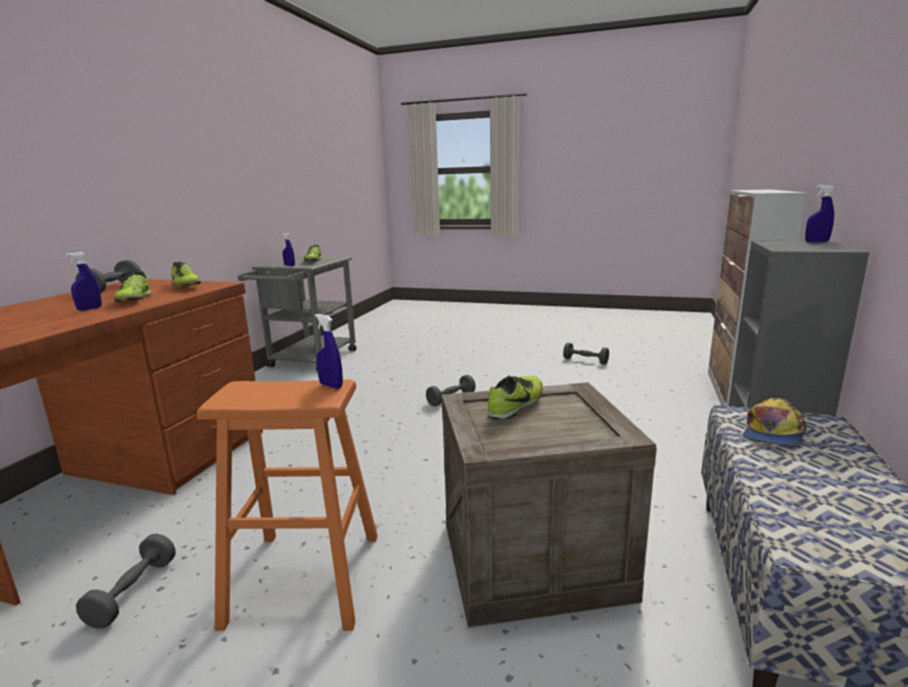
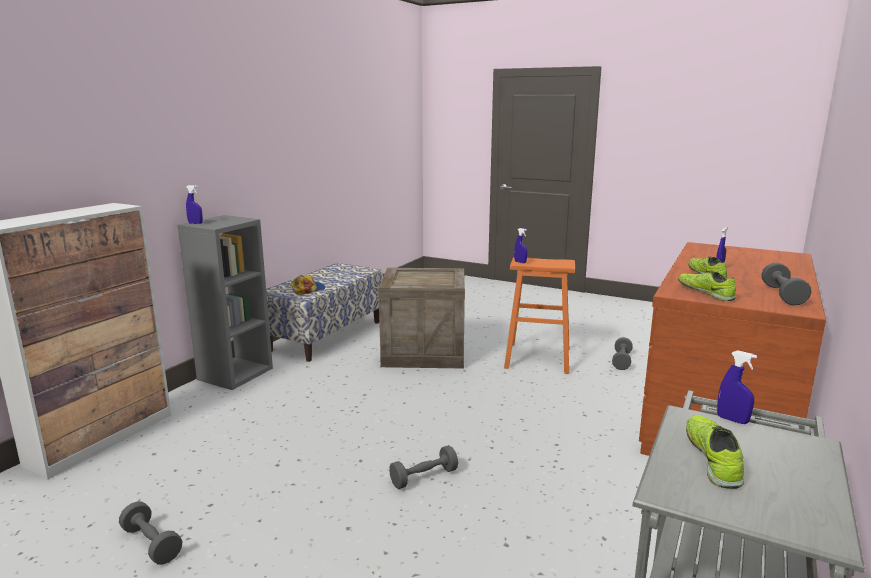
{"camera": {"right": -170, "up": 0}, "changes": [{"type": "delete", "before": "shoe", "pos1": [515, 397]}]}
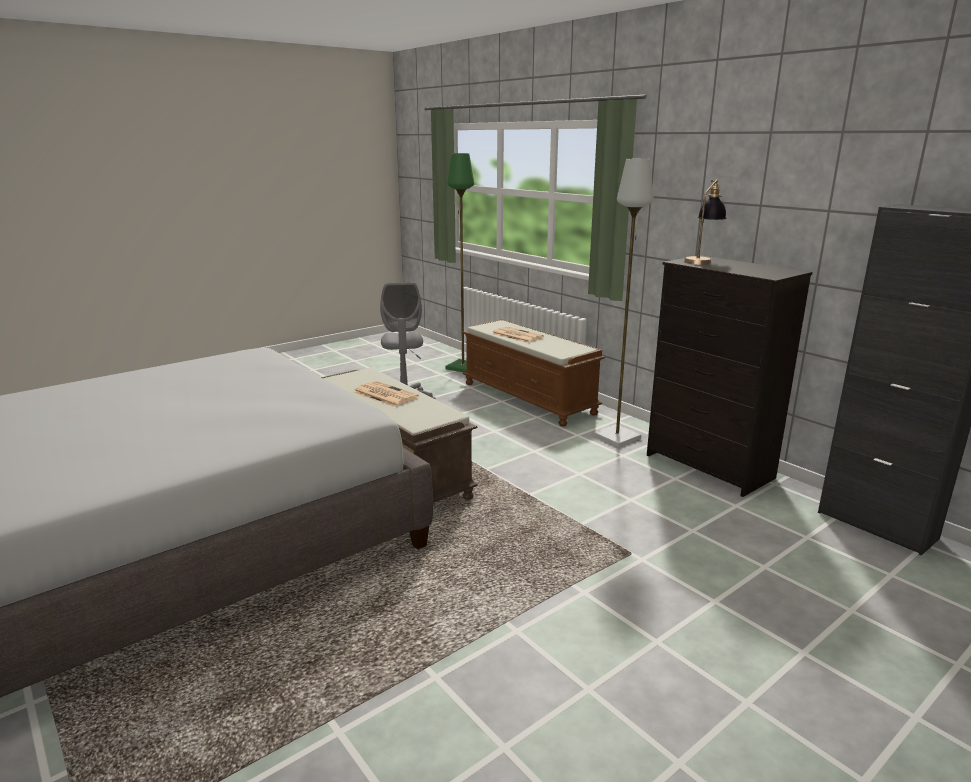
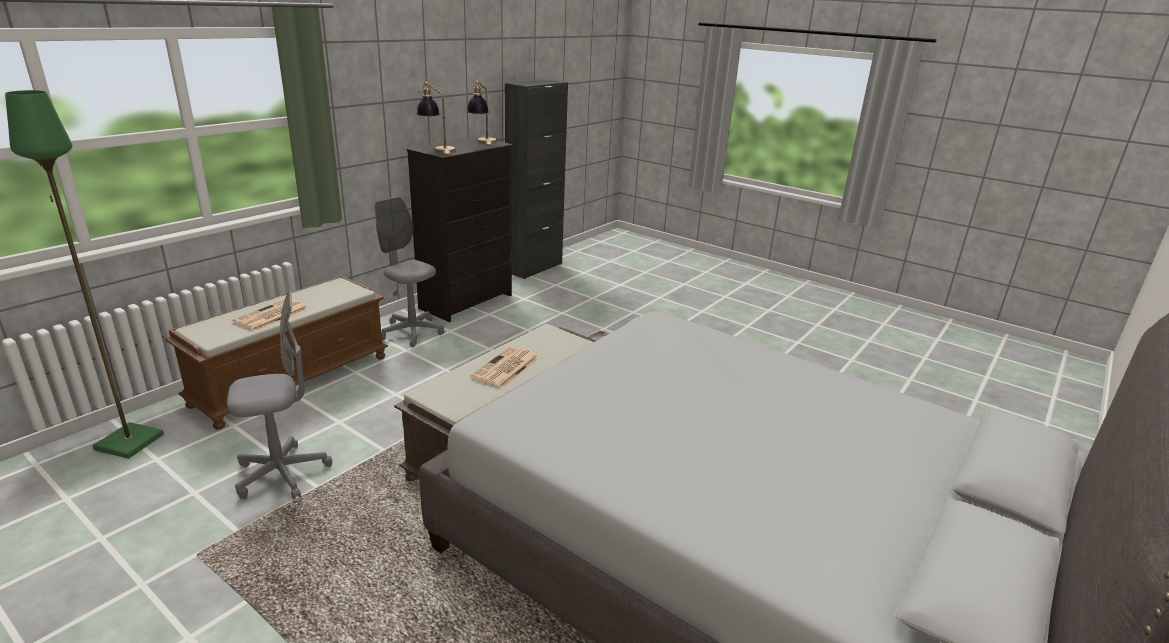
{"camera": {"right": -105, "up": 5}, "changes": [{"type": "replace", "before": "grey_floor_lamp", "after": "grey_office_chair", "pos1": [623, 303], "pos2": [409, 272]}, {"type": "insert", "after": "table_lamp", "pos2": [482, 112]}]}
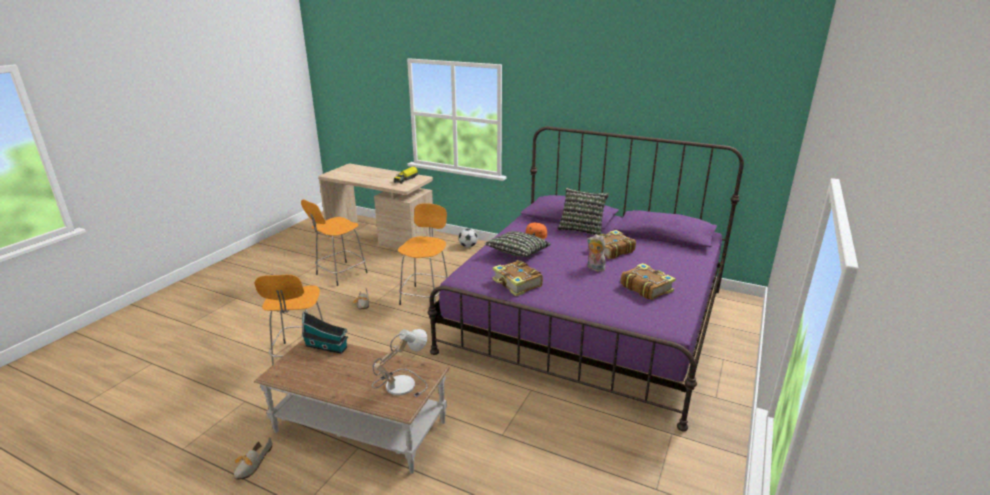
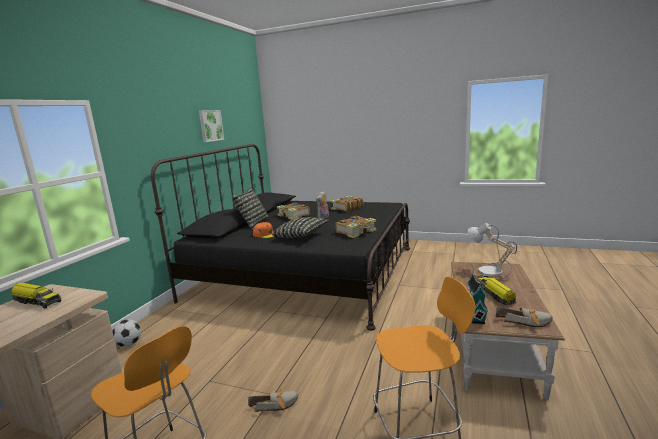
{"camera": {"right": -95, "up": -10}, "changes": [{"type": "recolor", "before": "purple_bed", "after": "black_bed", "pos1": [586, 278], "pos2": [280, 237]}, {"type": "delete", "before": "orange_stool", "pos1": [423, 254]}, {"type": "move", "before": "shoe", "pos1": [253, 458], "pos2": [524, 316]}, {"type": "insert", "after": "picture", "pos2": [211, 126]}, {"type": "insert", "after": "toy_truck", "pos2": [497, 291]}]}
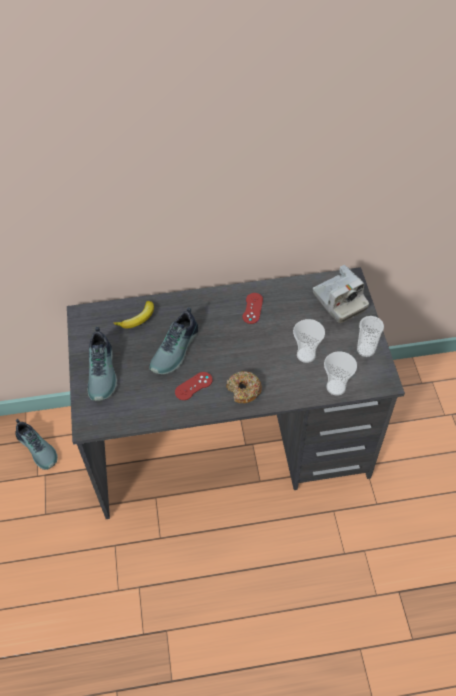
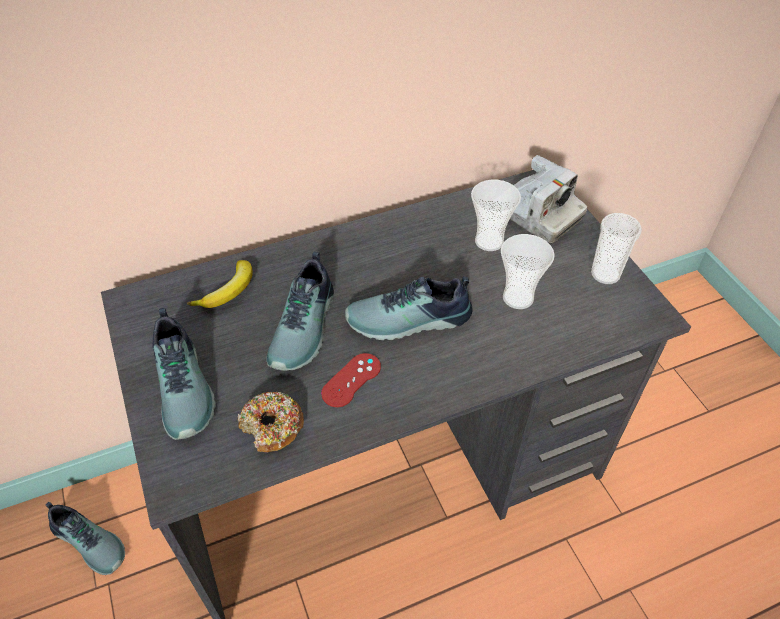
{"camera": {"right": -15, "up": -5}, "changes": [{"type": "delete", "before": "red_game_controller", "pos1": [253, 308]}, {"type": "move", "before": "cup", "pos1": [340, 373], "pos2": [496, 215]}, {"type": "move", "before": "donut", "pos1": [244, 387], "pos2": [271, 422]}, {"type": "insert", "after": "shoe", "pos2": [409, 308]}]}
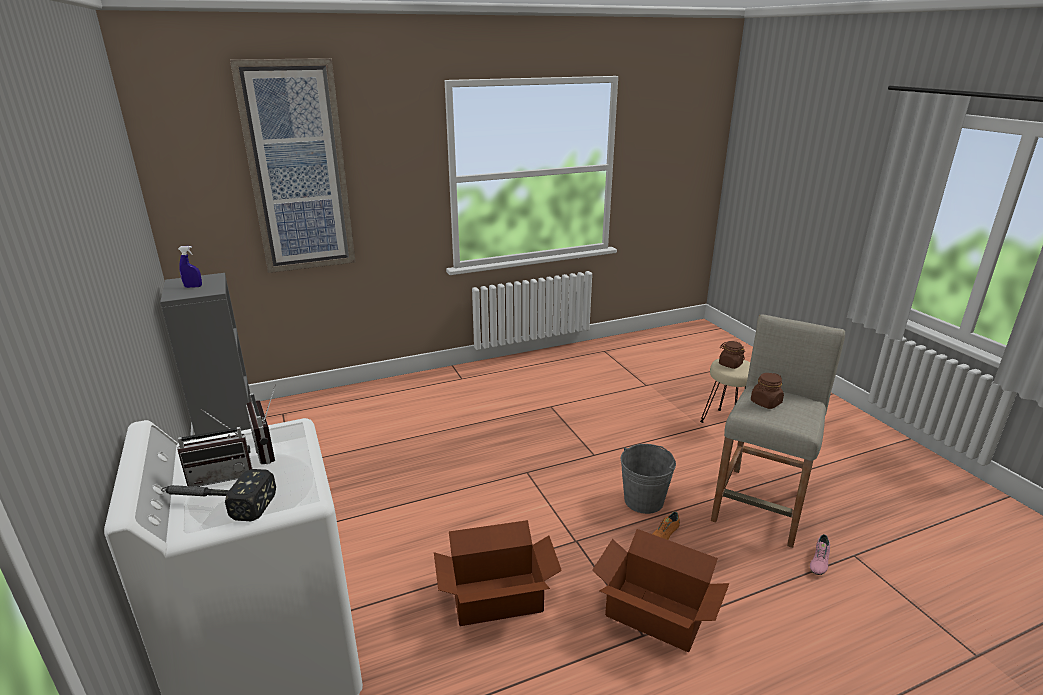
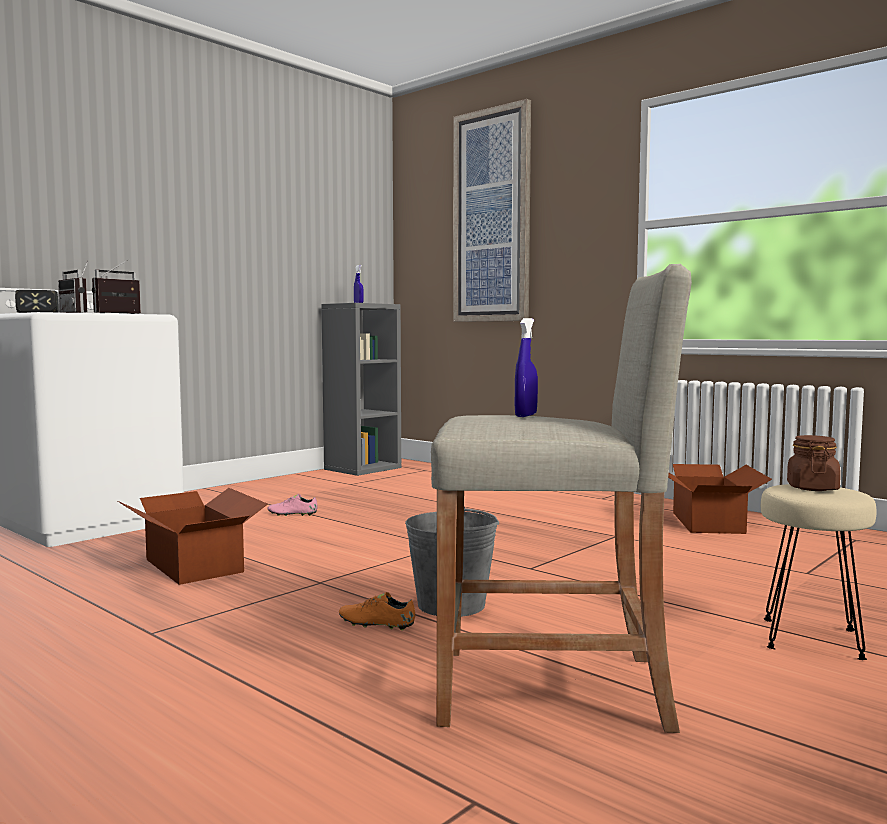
{"camera": {"right": 65, "up": -20}, "changes": [{"type": "replace", "before": "brown_jar", "after": "blue_spray_bottle", "pos1": [767, 391], "pos2": [526, 367]}, {"type": "move", "before": "cardboard_box", "pos1": [661, 590], "pos2": [720, 499]}, {"type": "move", "before": "pink_shoe", "pos1": [820, 554], "pos2": [293, 505]}]}
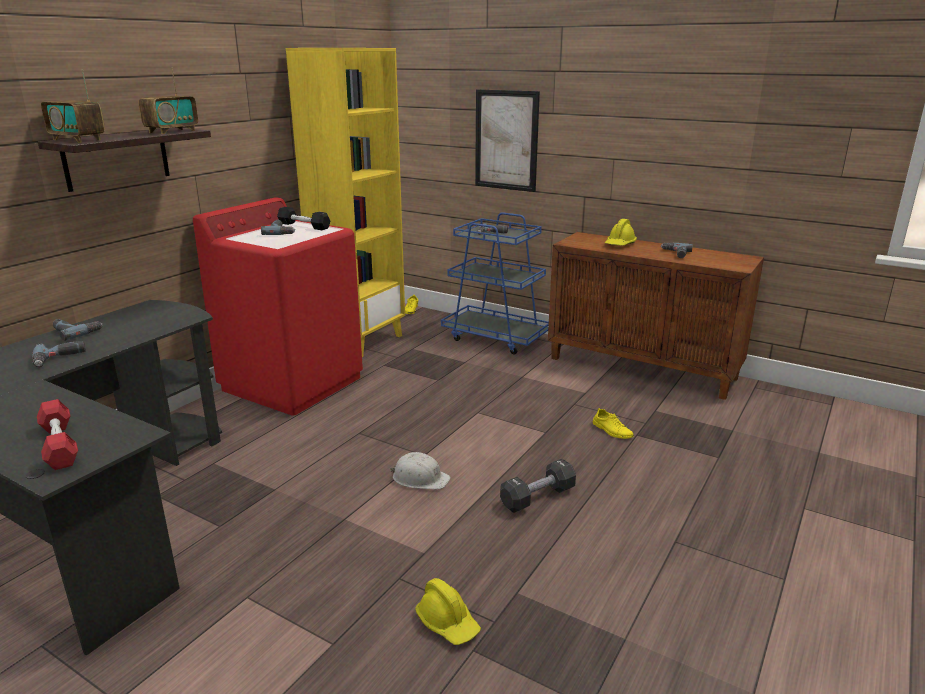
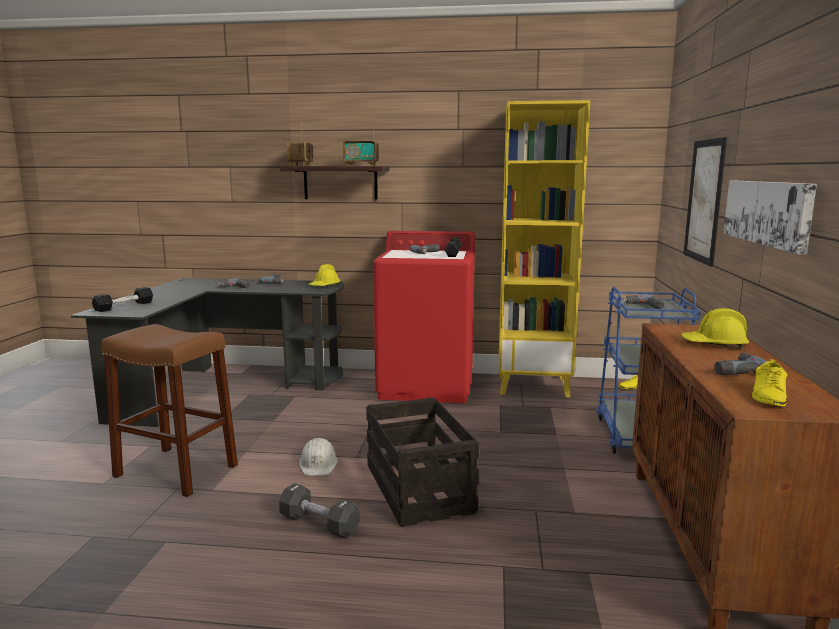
{"camera": {"right": 65, "up": -10}, "changes": [{"type": "recolor", "before": "red_dumbbell", "after": "black_dumbbell", "pos1": [57, 434], "pos2": [122, 299]}, {"type": "move", "before": "yellow_shoe", "pos1": [613, 423], "pos2": [769, 382]}, {"type": "move", "before": "yellow_hard_hat", "pos1": [448, 611], "pos2": [324, 275]}, {"type": "insert", "after": "picture", "pos2": [770, 217]}, {"type": "insert", "after": "brown_stool", "pos2": [169, 410]}, {"type": "insert", "after": "crate", "pos2": [423, 462]}]}
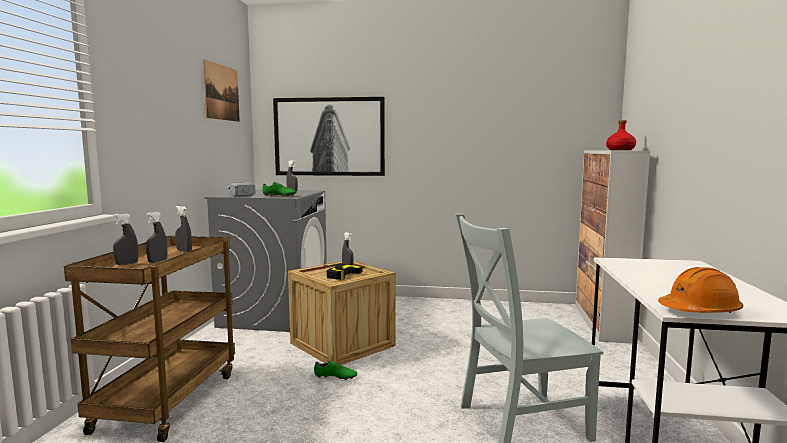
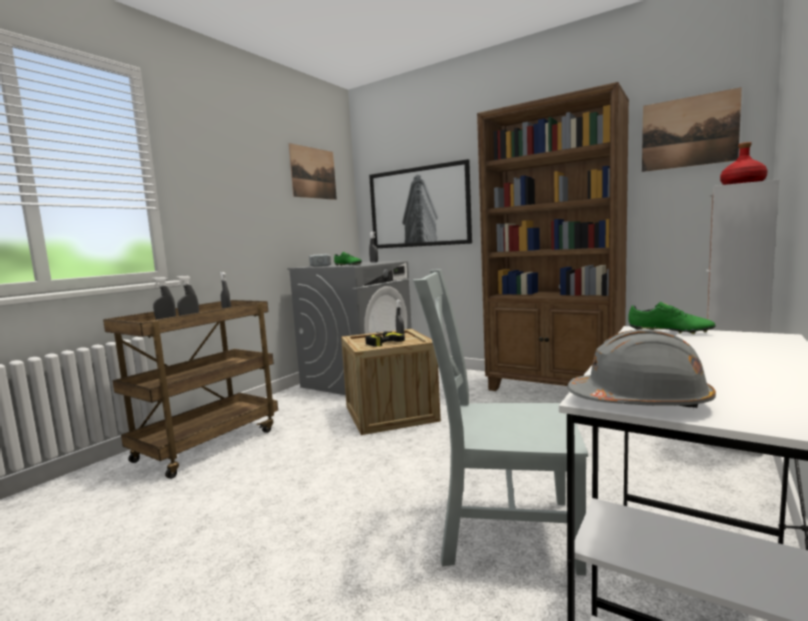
{"camera": {"right": 25, "up": 0}, "changes": [{"type": "recolor", "before": "orange_hard_hat", "after": "grey_hard_hat", "pos1": [700, 290], "pos2": [641, 369]}, {"type": "move", "before": "green_shoe", "pos1": [335, 370], "pos2": [671, 318]}, {"type": "insert", "after": "brown_bookcase", "pos2": [553, 236]}, {"type": "insert", "after": "picture", "pos2": [692, 129]}]}
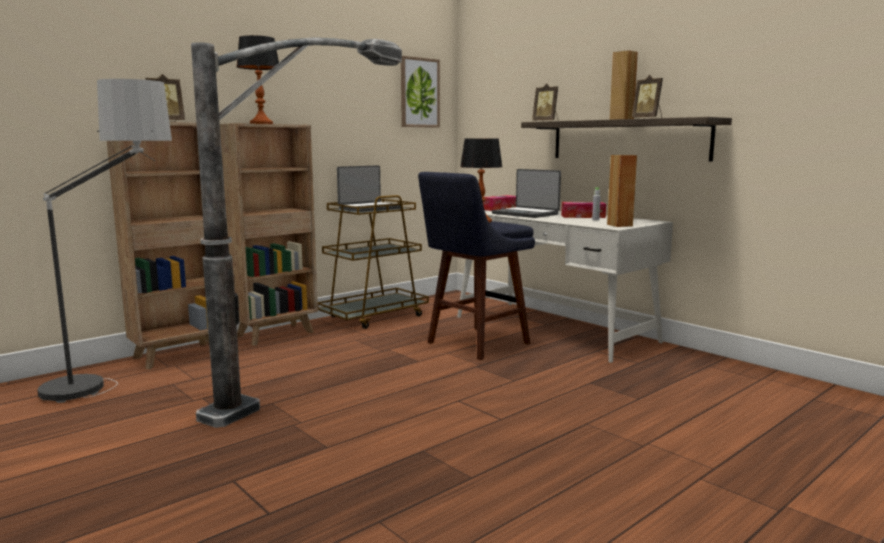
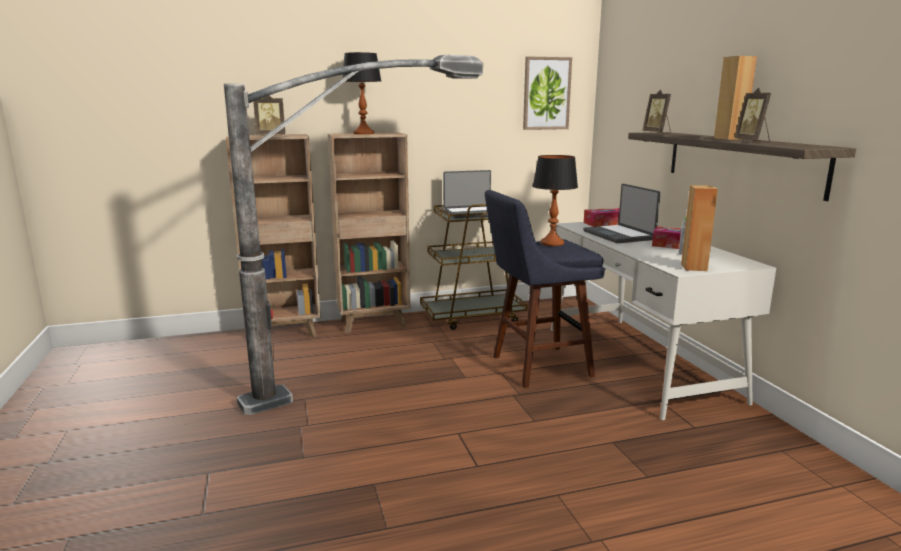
{"camera": {"right": 25, "up": 5}, "changes": [{"type": "delete", "before": "floor_lamp", "pos1": [105, 241]}]}
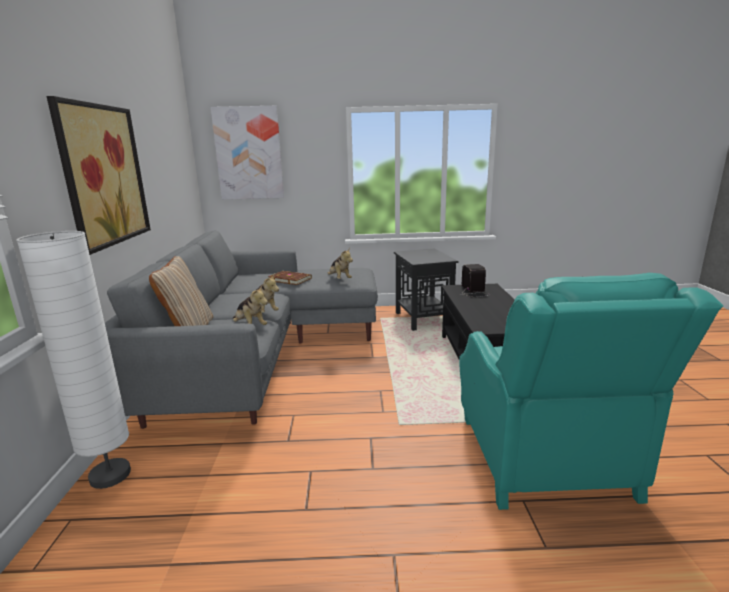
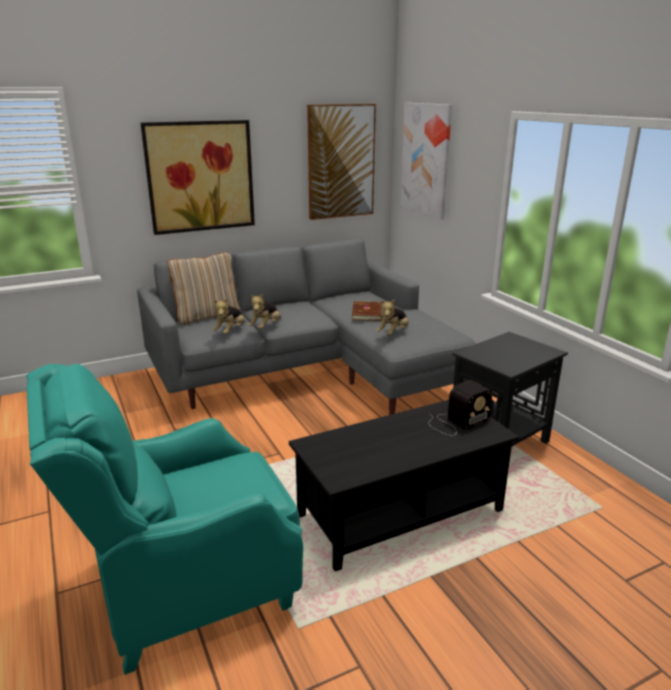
{"camera": {"right": 65, "up": 5}, "changes": [{"type": "delete", "before": "white_floor_lamp", "pos1": [73, 360]}, {"type": "insert", "after": "picture", "pos2": [341, 162]}]}
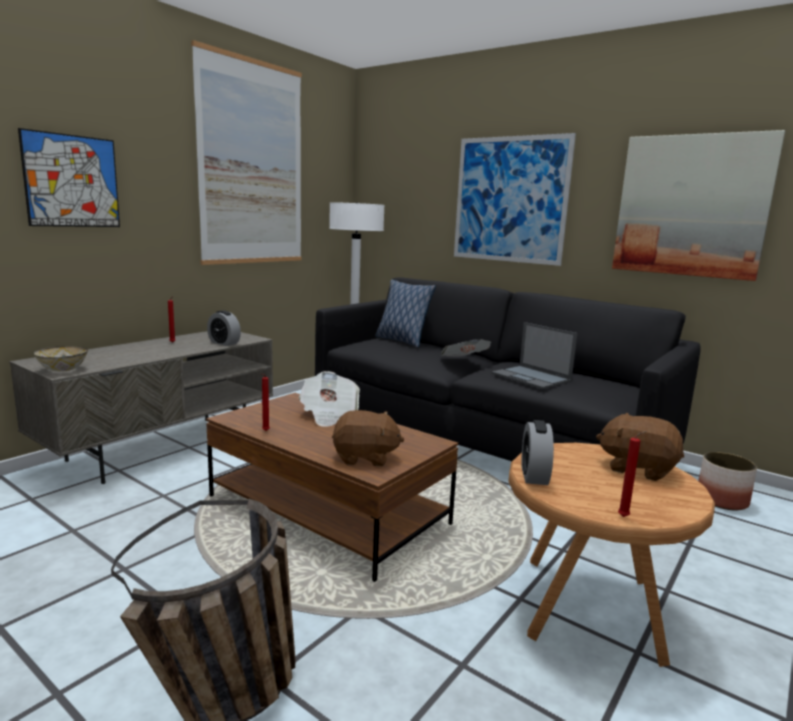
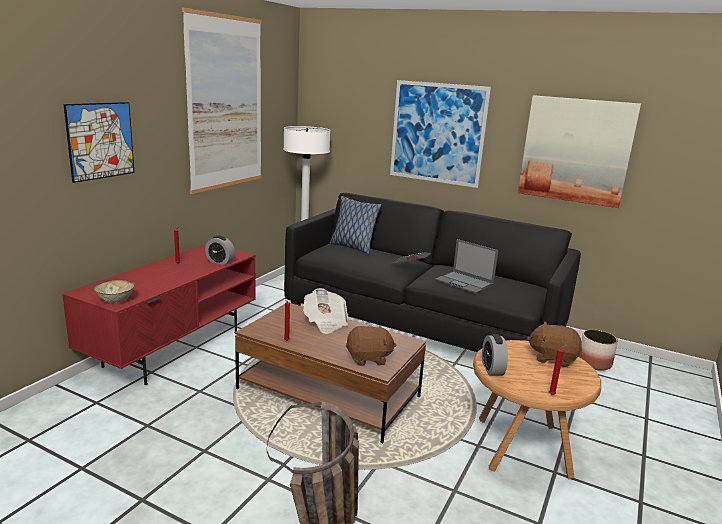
{"camera": {"right": -10, "up": 5}, "changes": [{"type": "recolor", "before": "grey_tv_stand", "after": "red_tv_stand", "pos1": [141, 407], "pos2": [159, 314]}]}
